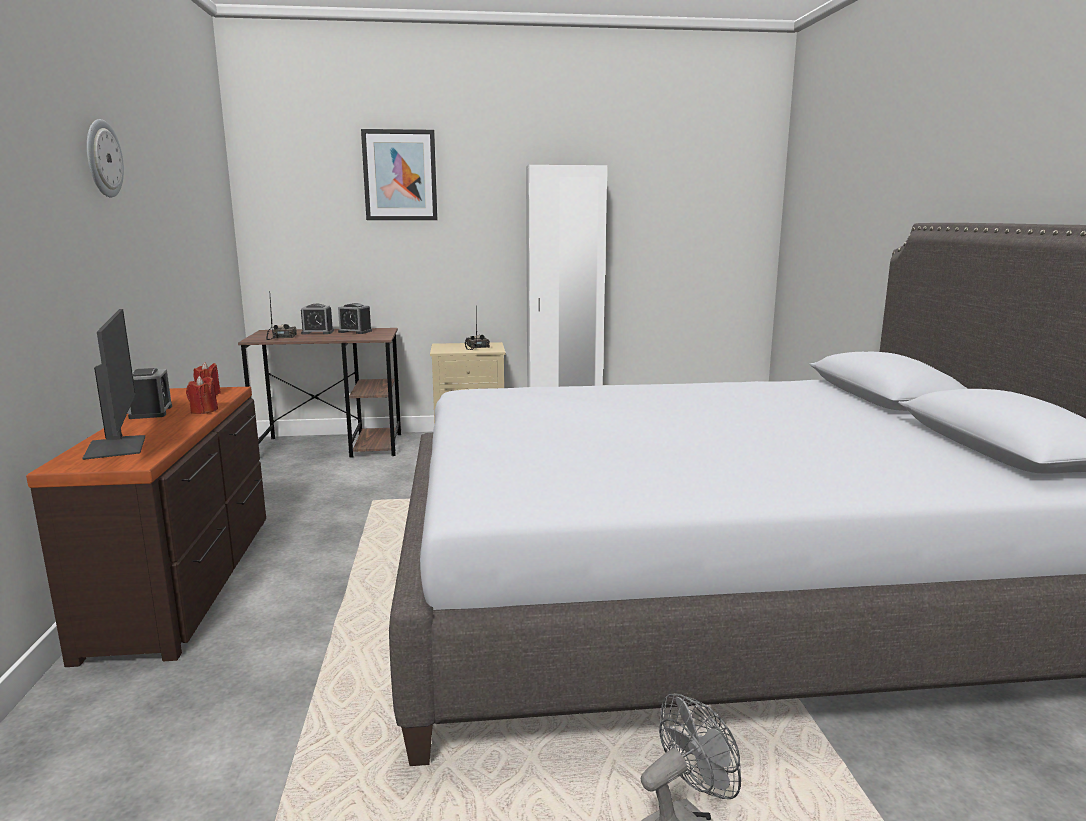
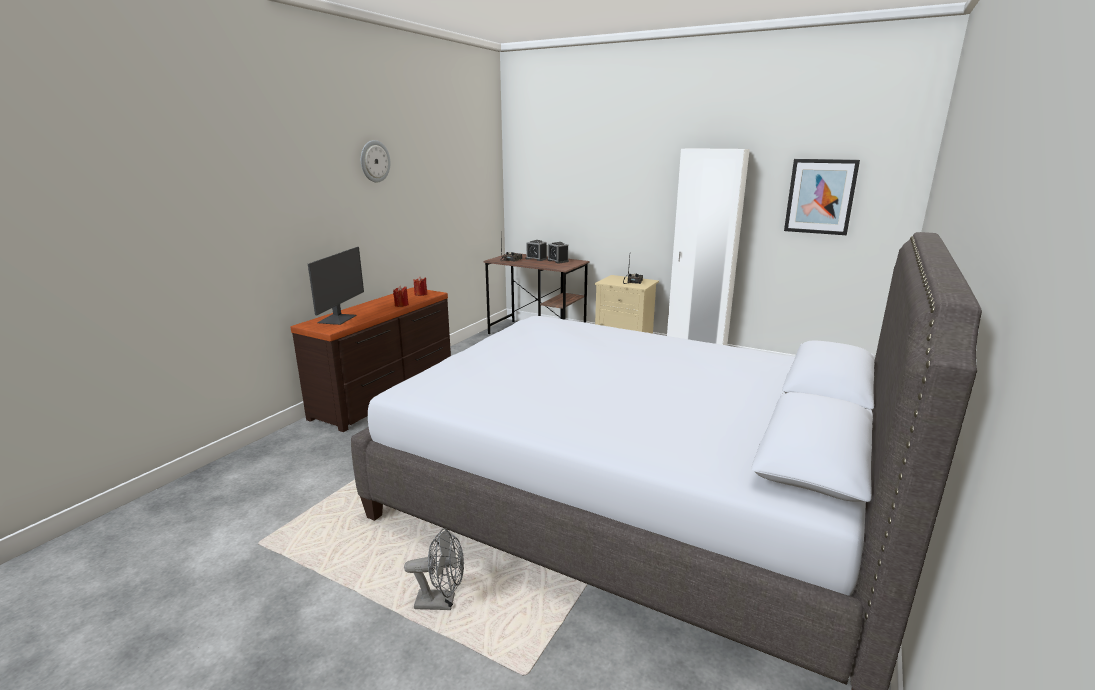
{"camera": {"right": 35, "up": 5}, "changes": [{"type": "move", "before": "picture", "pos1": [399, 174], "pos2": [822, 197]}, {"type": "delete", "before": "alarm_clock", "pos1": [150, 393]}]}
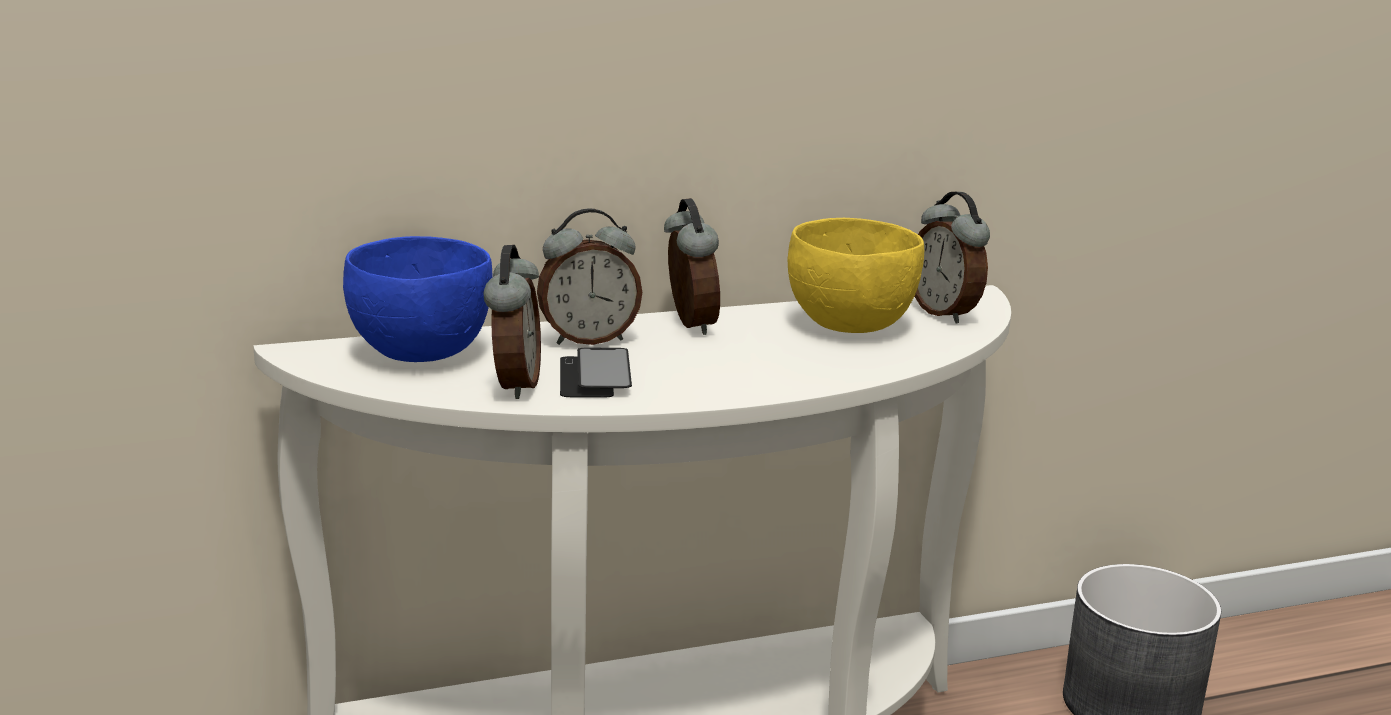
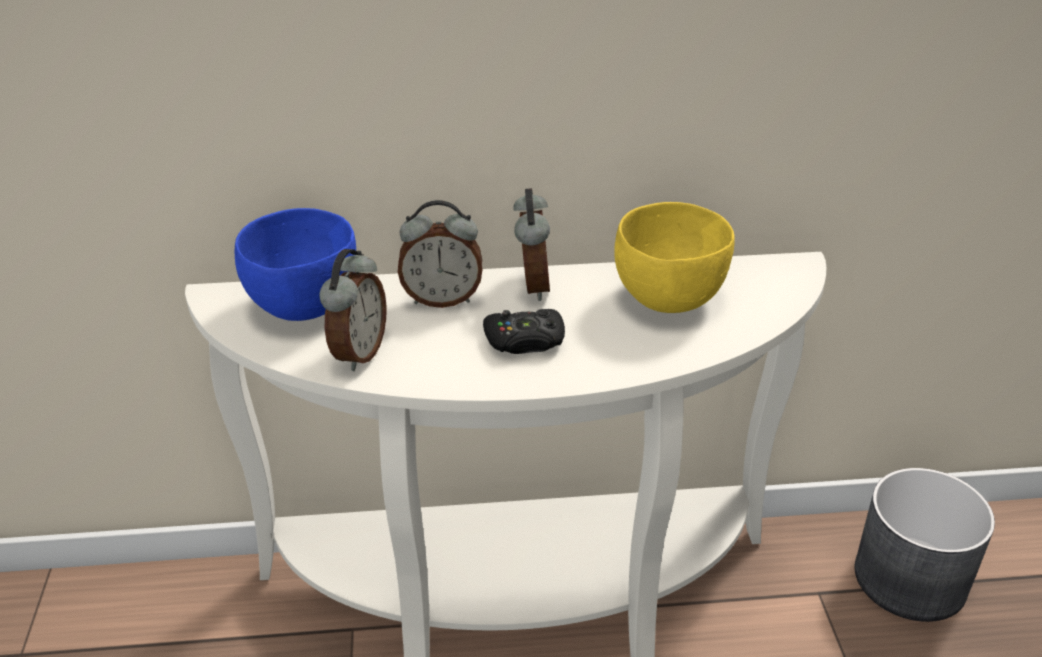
{"camera": {"right": 15, "up": 15}, "changes": [{"type": "delete", "before": "alarm_clock", "pos1": [952, 258]}, {"type": "delete", "before": "phone", "pos1": [596, 373]}, {"type": "insert", "after": "black_game_controller", "pos2": [524, 331]}]}
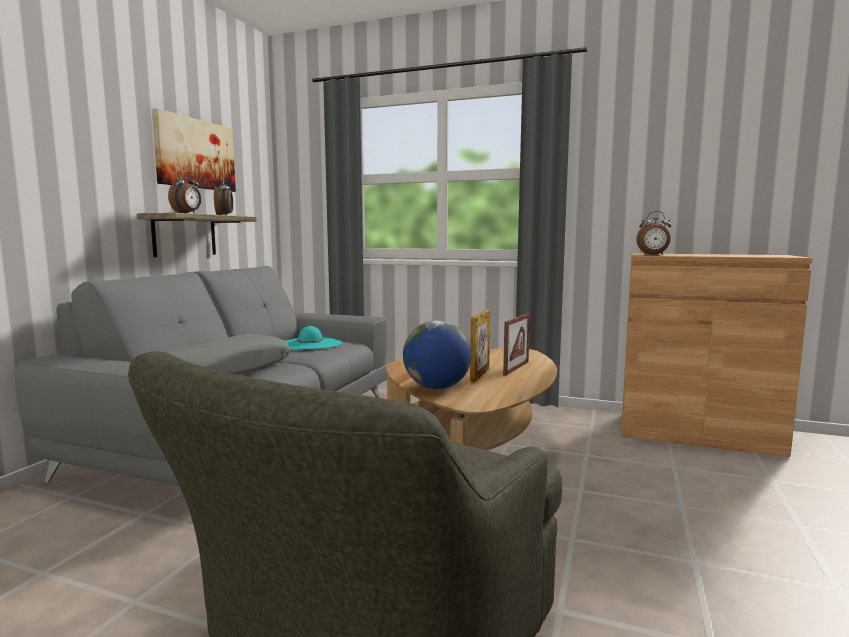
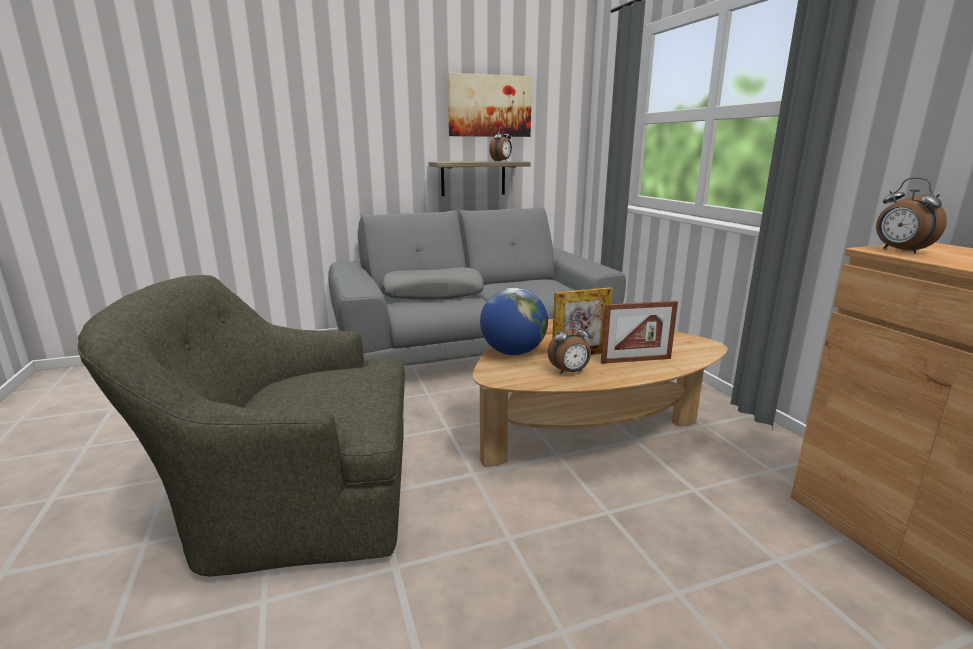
{"camera": {"right": 50, "up": 10}, "changes": [{"type": "move", "before": "alarm_clock", "pos1": [184, 192], "pos2": [569, 346]}, {"type": "delete", "before": "turquoise_hat", "pos1": [313, 338]}]}
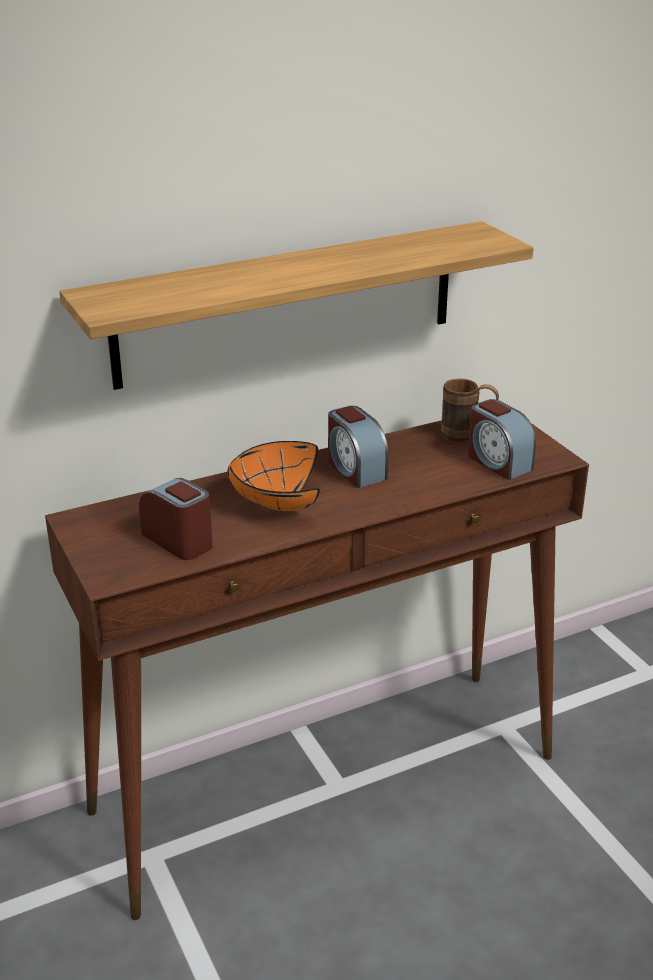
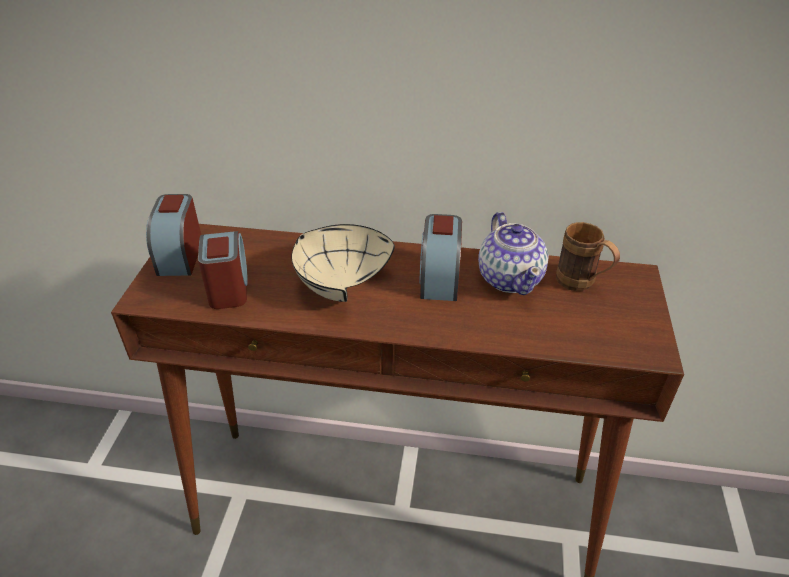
{"camera": {"right": 35, "up": 10}, "changes": [{"type": "delete", "before": "shelf", "pos1": [296, 305]}, {"type": "move", "before": "alarm_clock", "pos1": [502, 439], "pos2": [173, 235]}, {"type": "recolor", "before": "orange_bowl", "after": "beige_bowl", "pos1": [273, 476], "pos2": [343, 263]}, {"type": "insert", "after": "teapot", "pos2": [513, 253]}]}
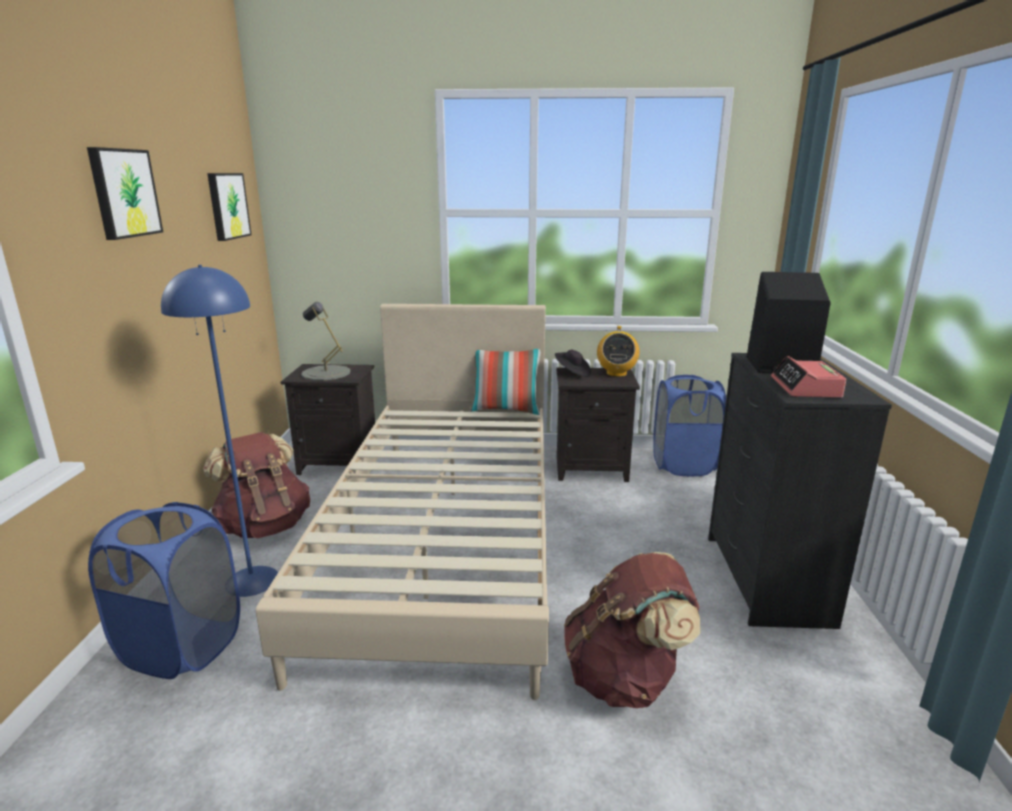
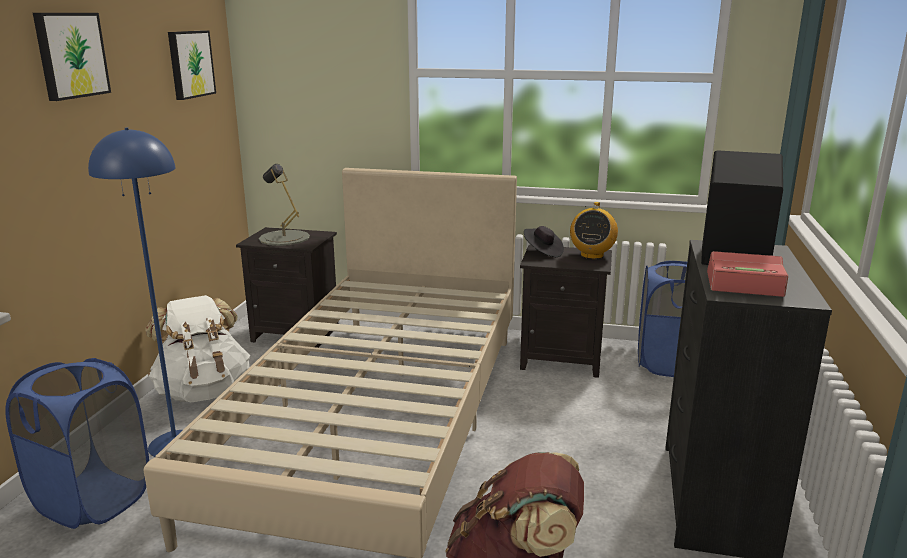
{"camera": {"right": 10, "up": 0}, "changes": [{"type": "delete", "before": "pillow", "pos1": [505, 382]}, {"type": "rotate", "before": "alarm_clock", "pos1": [808, 377], "pos2": [747, 274], "turn": 90}, {"type": "recolor", "before": "brown_backpack", "after": "white_backpack", "pos1": [256, 485], "pos2": [197, 348]}]}
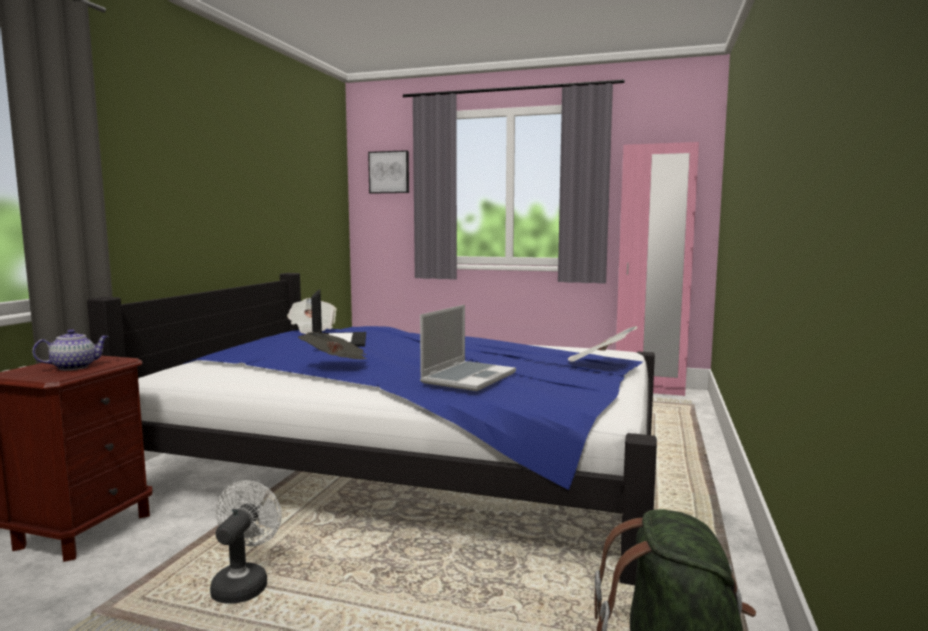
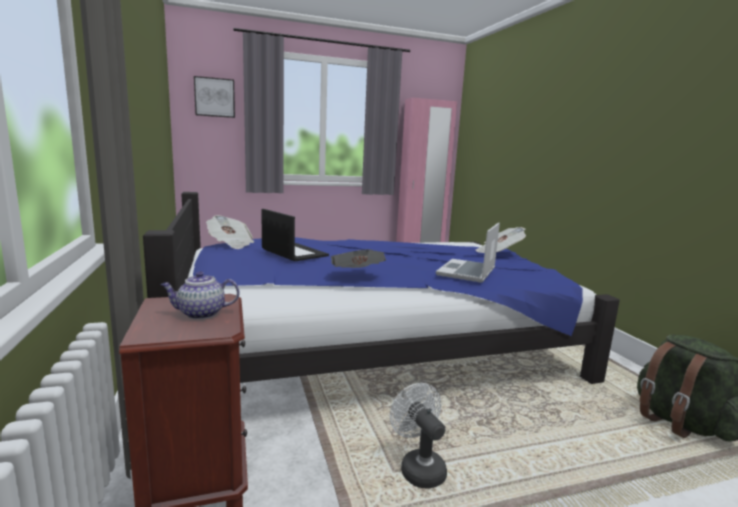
{"camera": {"right": -35, "up": 5}, "changes": [{"type": "rotate", "before": "laptop", "pos1": [468, 348], "pos2": [468, 252], "turn": -150}, {"type": "rotate", "before": "teapot", "pos1": [70, 349], "pos2": [200, 295], "turn": -120}]}
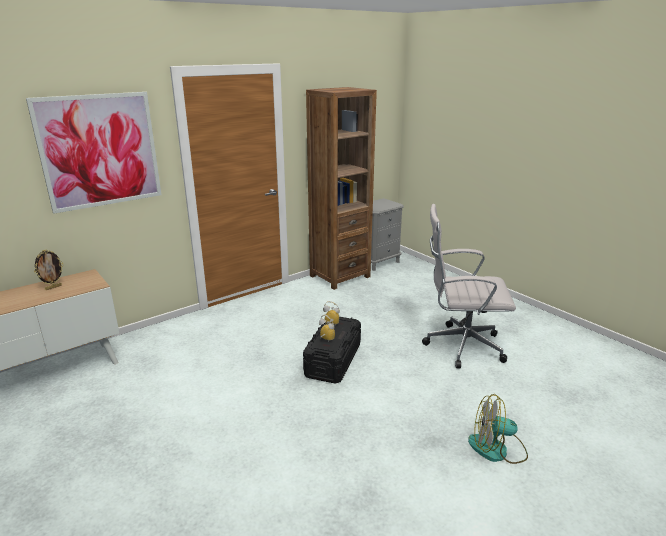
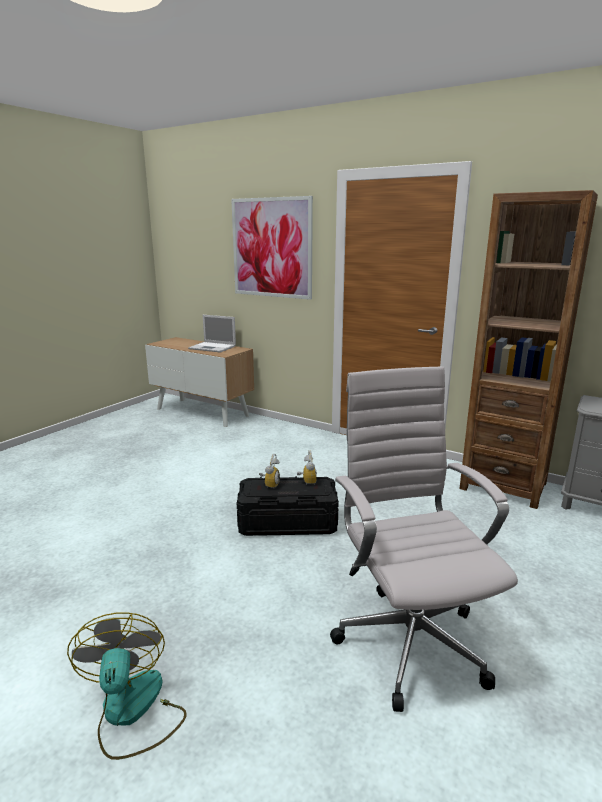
{"camera": {"right": 70, "up": -5}, "changes": [{"type": "replace", "before": "picture_frame", "after": "laptop", "pos1": [49, 269], "pos2": [212, 334]}]}
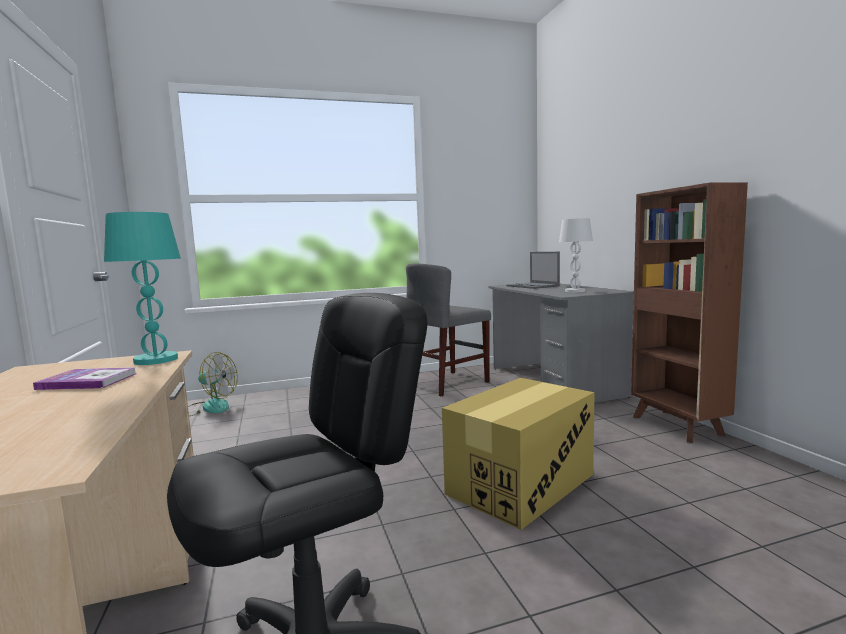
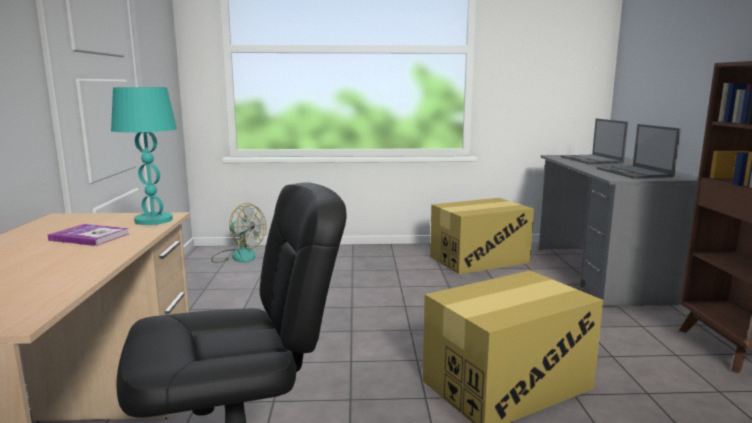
{"camera": {"right": 15, "up": 5}, "changes": [{"type": "replace", "before": "white_table_lamp", "after": "laptop", "pos1": [576, 255], "pos2": [639, 151]}, {"type": "replace", "before": "grey_chair", "after": "cardboard_box", "pos1": [448, 330], "pos2": [482, 236]}]}
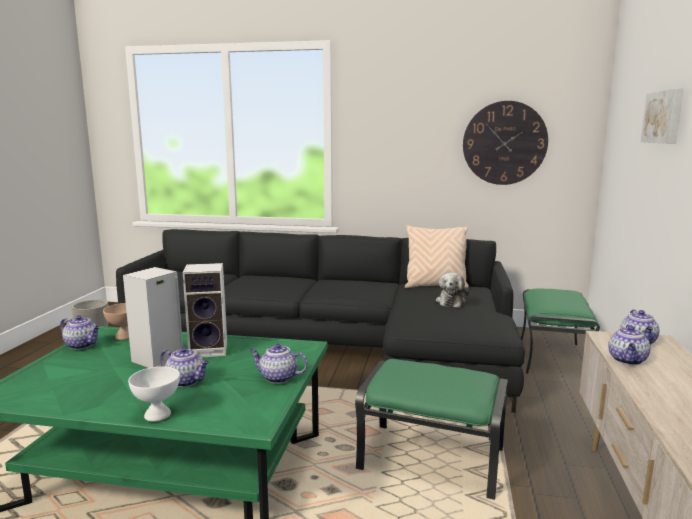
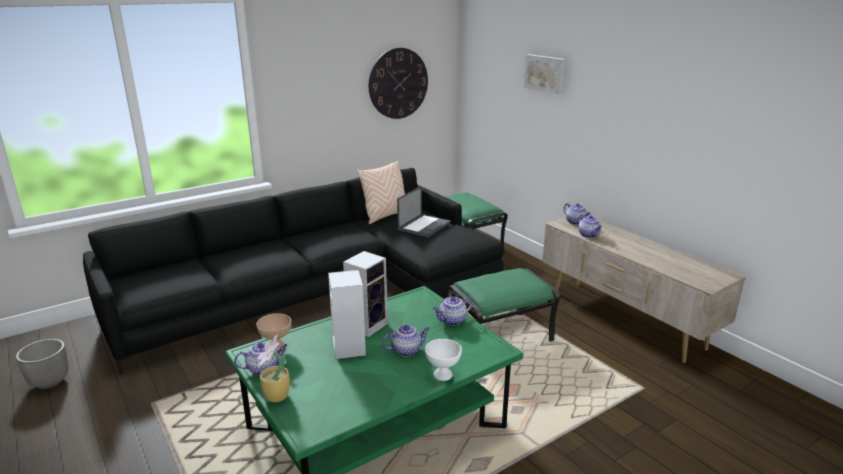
{"camera": {"right": -45, "up": 10}, "changes": [{"type": "replace", "before": "plush_toy", "after": "laptop", "pos1": [452, 290], "pos2": [424, 211]}, {"type": "insert", "after": "potted_plant", "pos2": [273, 368]}]}
